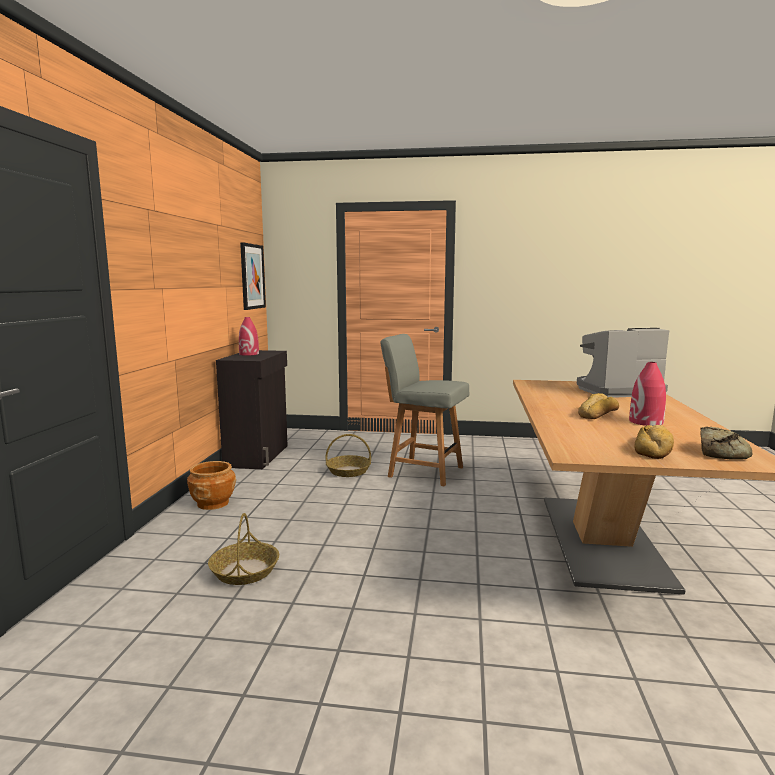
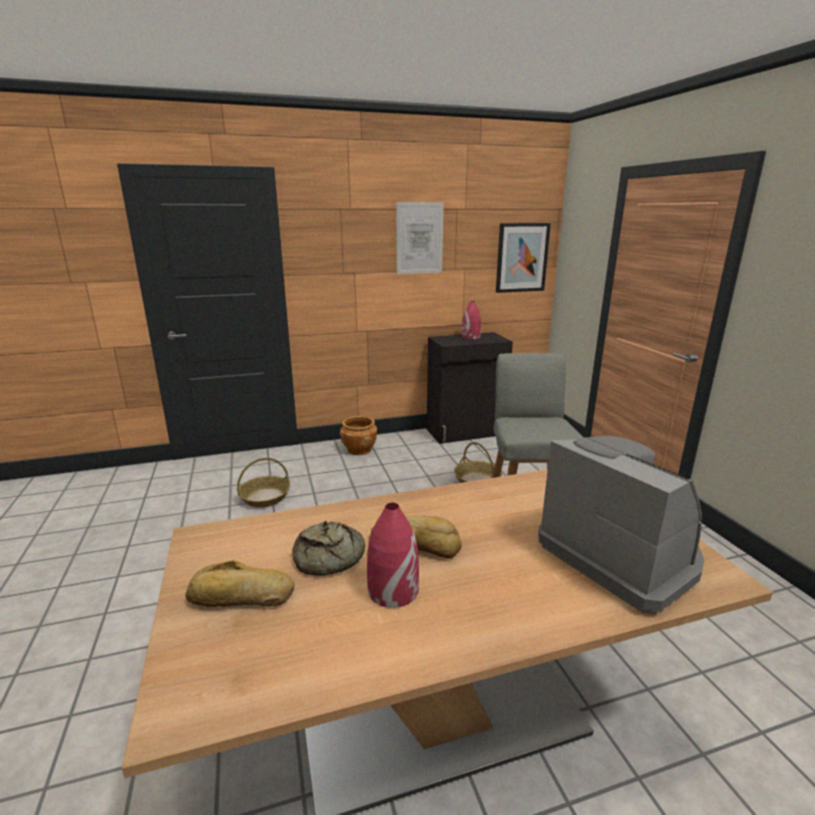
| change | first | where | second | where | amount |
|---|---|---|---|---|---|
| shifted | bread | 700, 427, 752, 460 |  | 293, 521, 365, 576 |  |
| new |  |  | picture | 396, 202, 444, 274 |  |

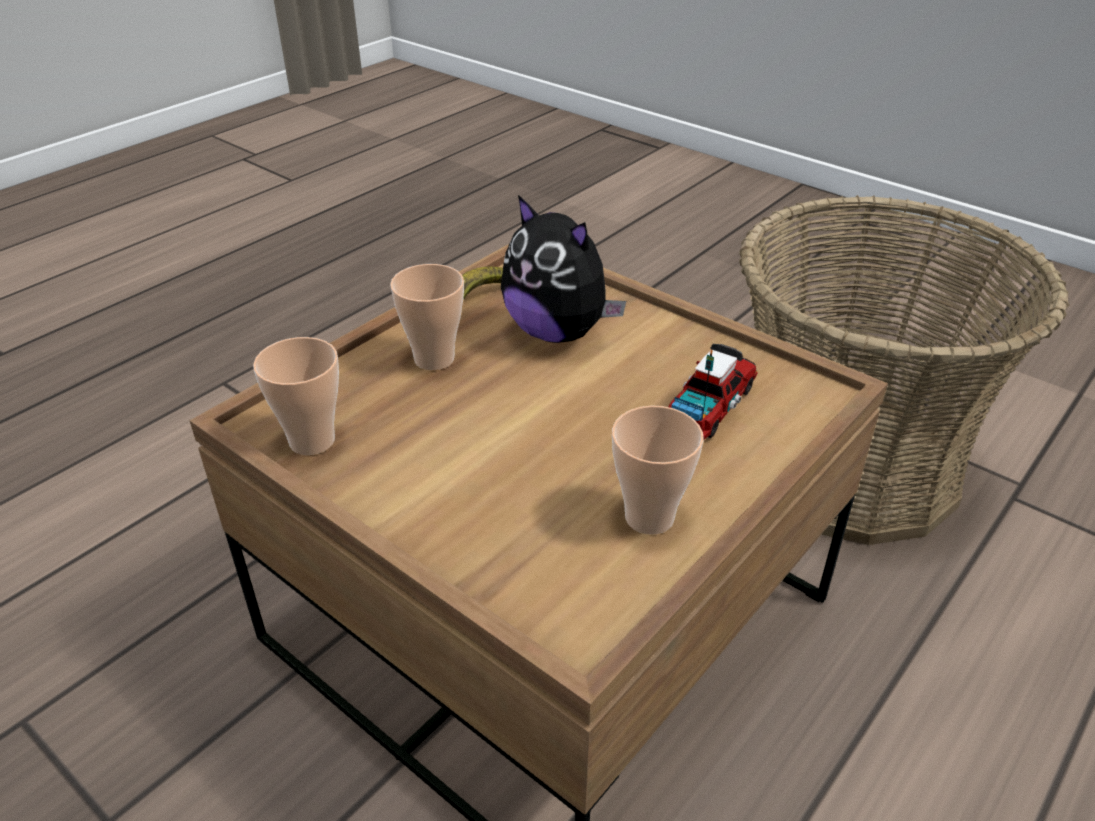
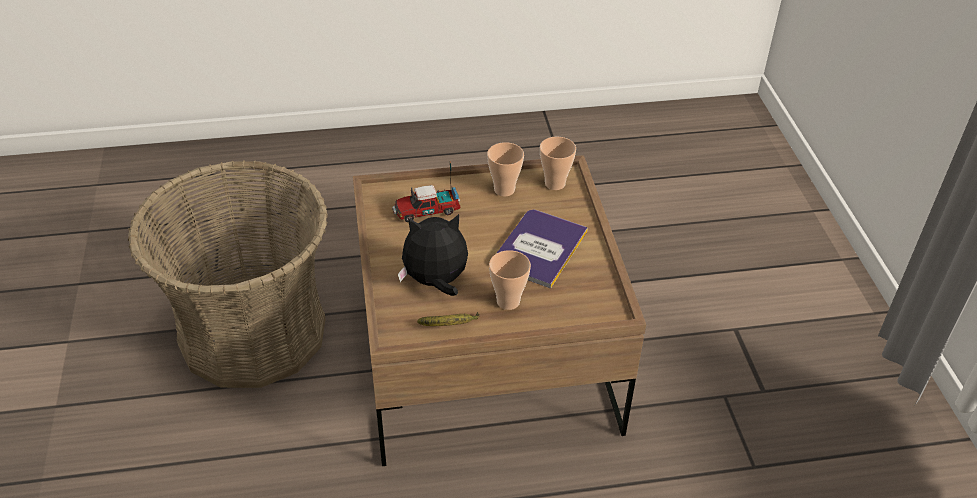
| change | first | where | second | where | amount |
|---|---|---|---|---|---|
| shifted | cup | 253, 337, 339, 455 |  | 540, 136, 576, 190 |  |
| rotated | plush toy | 501, 195, 626, 343 |  | 398, 214, 468, 296 | 90 degrees counterclockwise |
| new |  |  | book | 497, 210, 588, 289 |  |

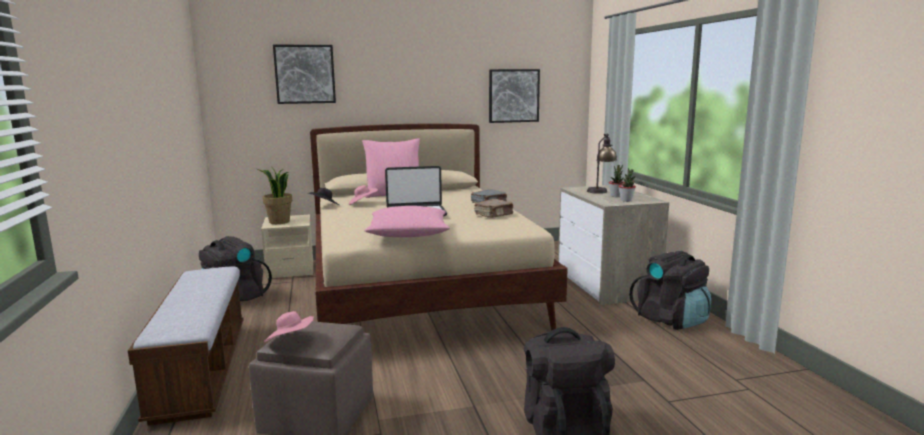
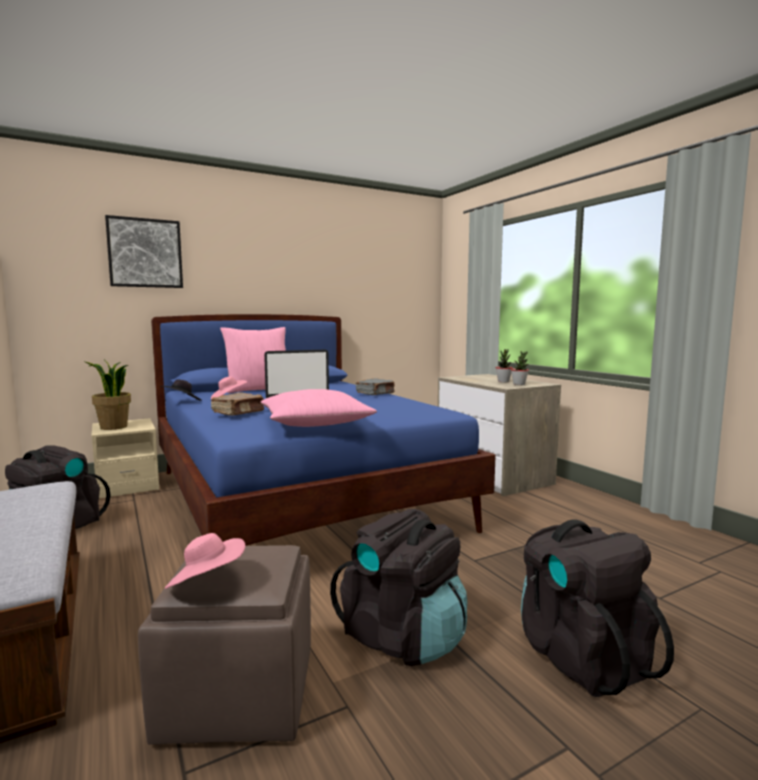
| change | first | where | second | where | amount |
|---|---|---|---|---|---|
| repainted | beige bed | 310, 124, 568, 331 | blue bed | 151, 314, 496, 546 |  |
| shifted | brown book | 474, 199, 513, 218 |  | 211, 392, 264, 416 |  |
| gone | picture | 489, 69, 540, 123 |  |  |  |
| gone | table lamp | 587, 133, 617, 194 |  |  |  |
| shifted | black backpack | 629, 251, 711, 330 |  | 330, 509, 467, 666 |  |

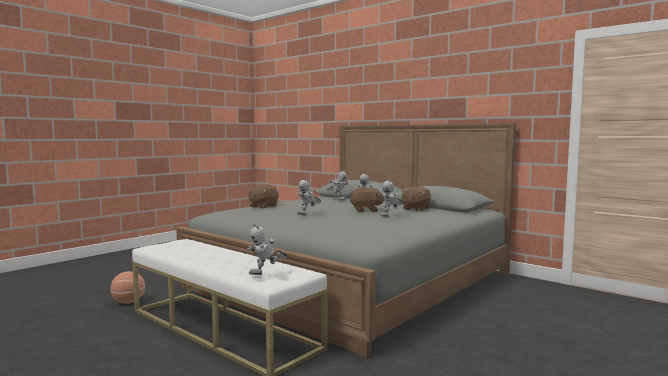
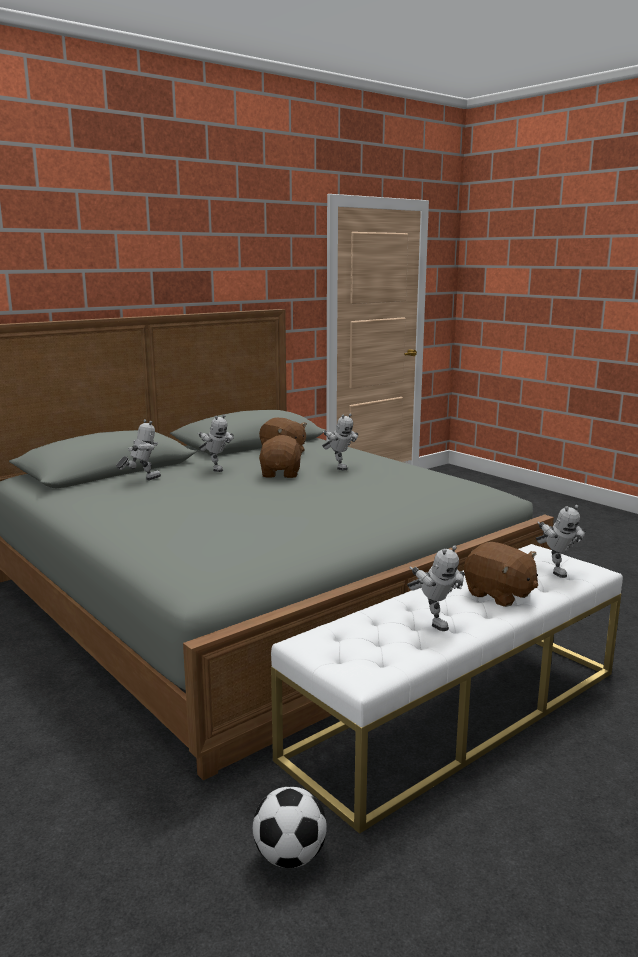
| change | first | where | second | where | amount |
|---|---|---|---|---|---|
| swapped | basketball | 111, 271, 145, 304 | football | 253, 787, 327, 868 |  |
| shifted | brown plush toy | 248, 185, 279, 209 |  | 464, 542, 538, 607 |  |
| shifted | toy robot | 297, 178, 321, 215 |  | 407, 545, 465, 631 |  |

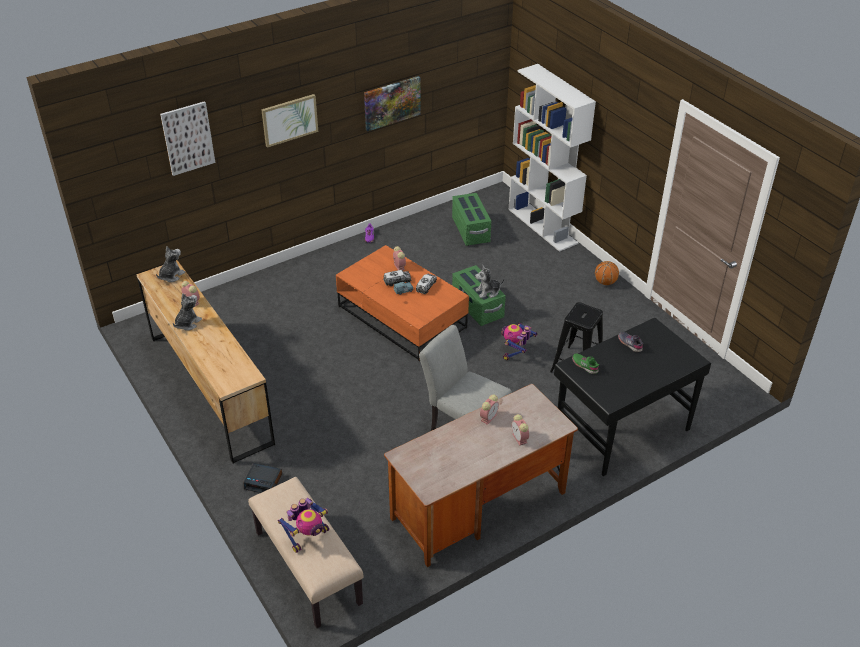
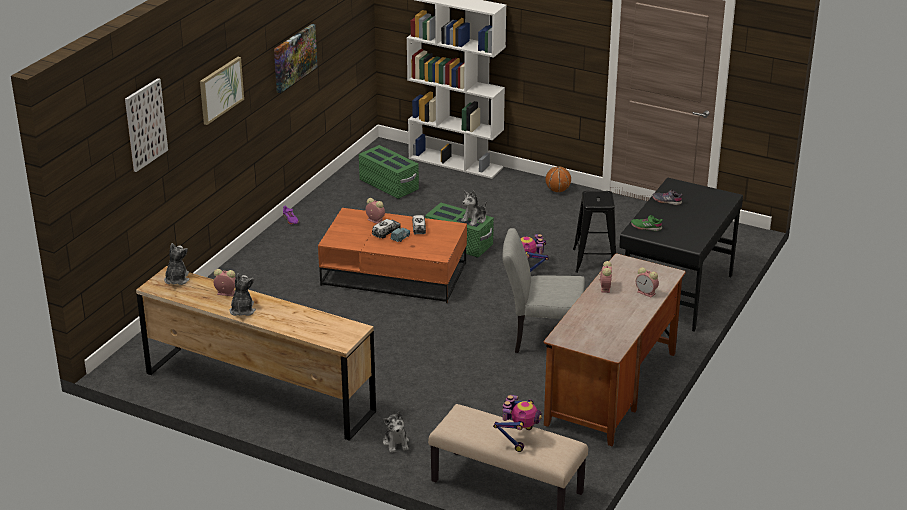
| change | first | where | second | where | amount |
|---|---|---|---|---|---|
| swapped | alarm clock | 244, 463, 282, 493 | plush toy | 383, 412, 409, 453 |  |

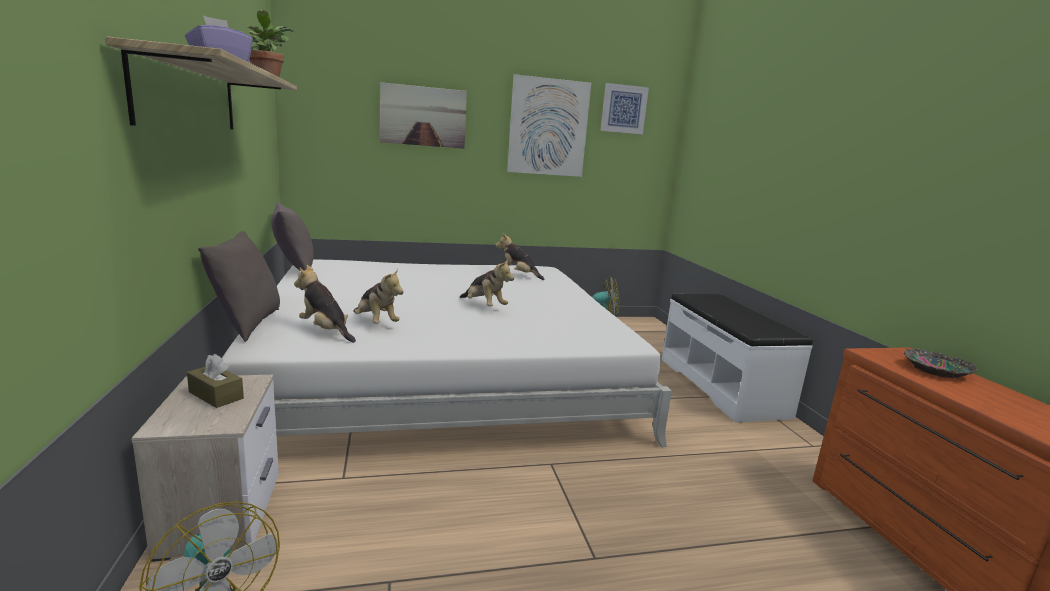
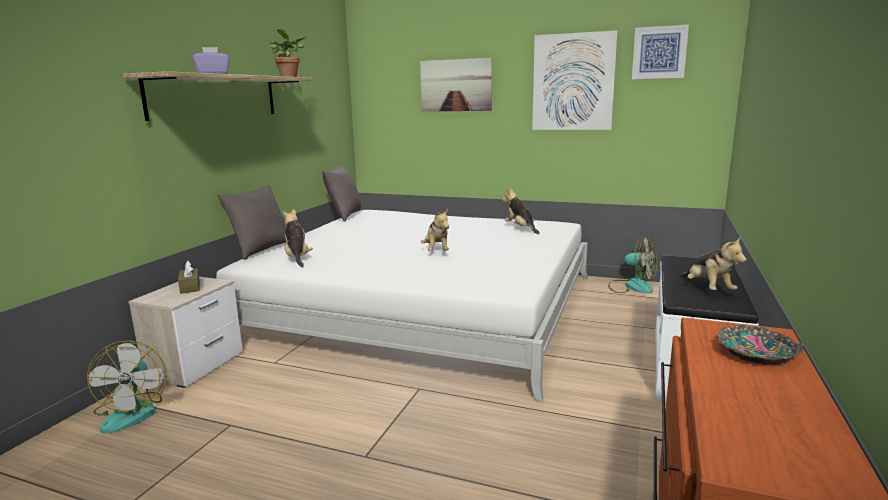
| change | first | where | second | where | amount |
|---|---|---|---|---|---|
| shifted | plush toy | 353, 268, 404, 324 |  | 681, 237, 747, 290 |  |

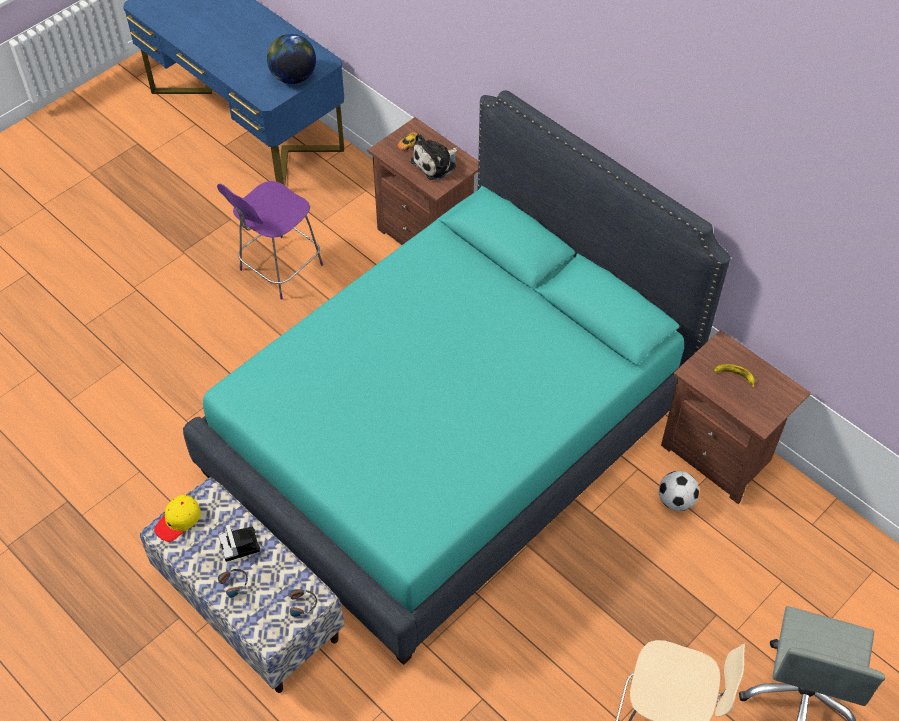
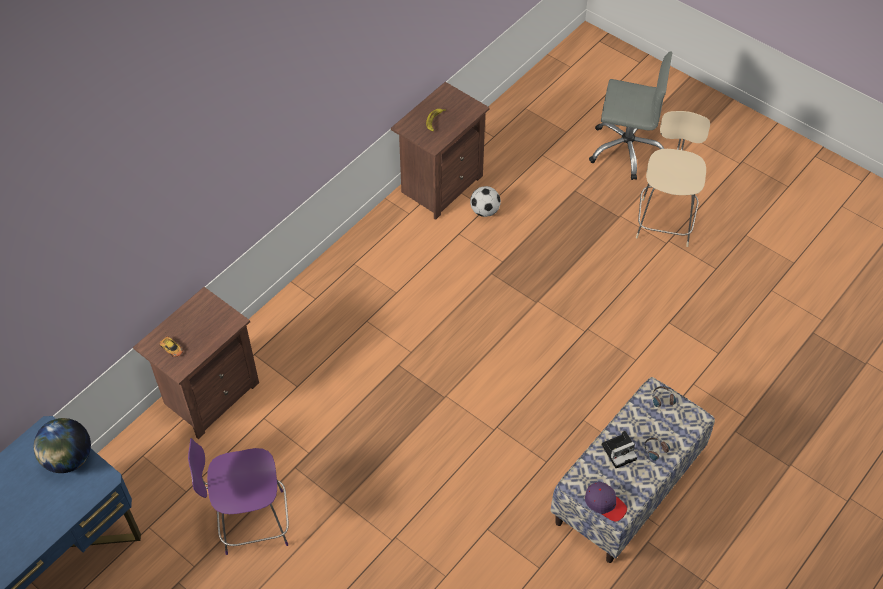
| change | first | where | second | where | amount |
|---|---|---|---|---|---|
| repainted | yellow cap | 154, 495, 201, 542 | purple cap | 585, 482, 627, 522 |  |
| gone | turquoise bed | 183, 90, 730, 665 |  |  |  |
| rotated | purple chair | 217, 181, 323, 300 |  | 188, 438, 289, 555 | 135 degrees clockwise |
| gone | plush toy | 411, 133, 458, 180 |  |  |  |

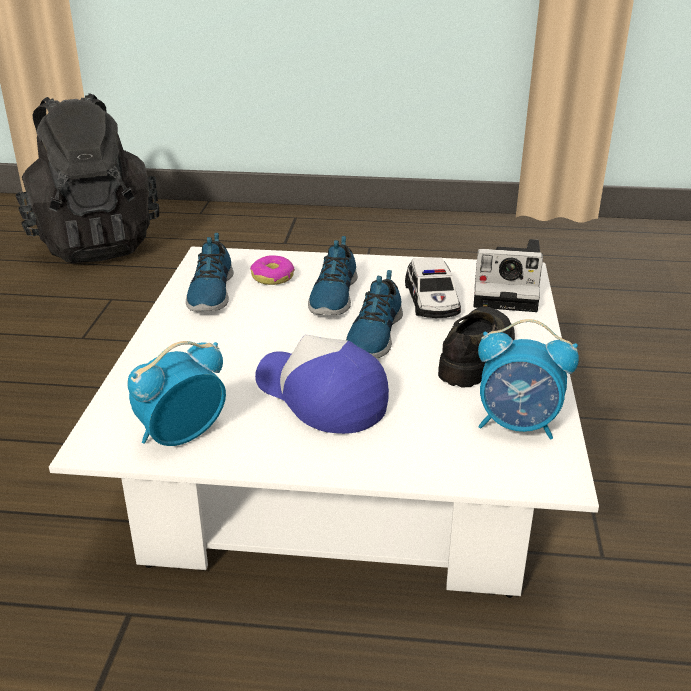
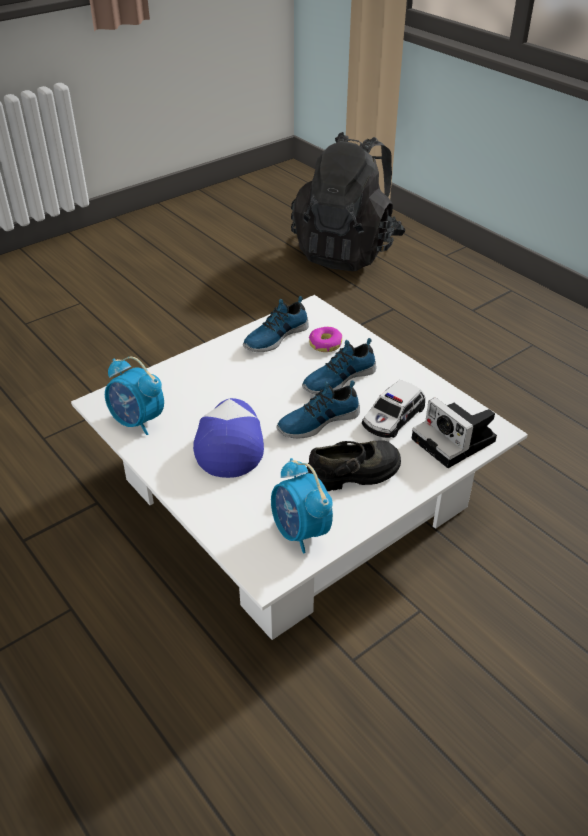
| change | first | where | second | where | amount |
|---|---|---|---|---|---|
| rotated | alarm clock | 127, 341, 226, 446 |  | 105, 357, 164, 435 | 150 degrees counterclockwise |

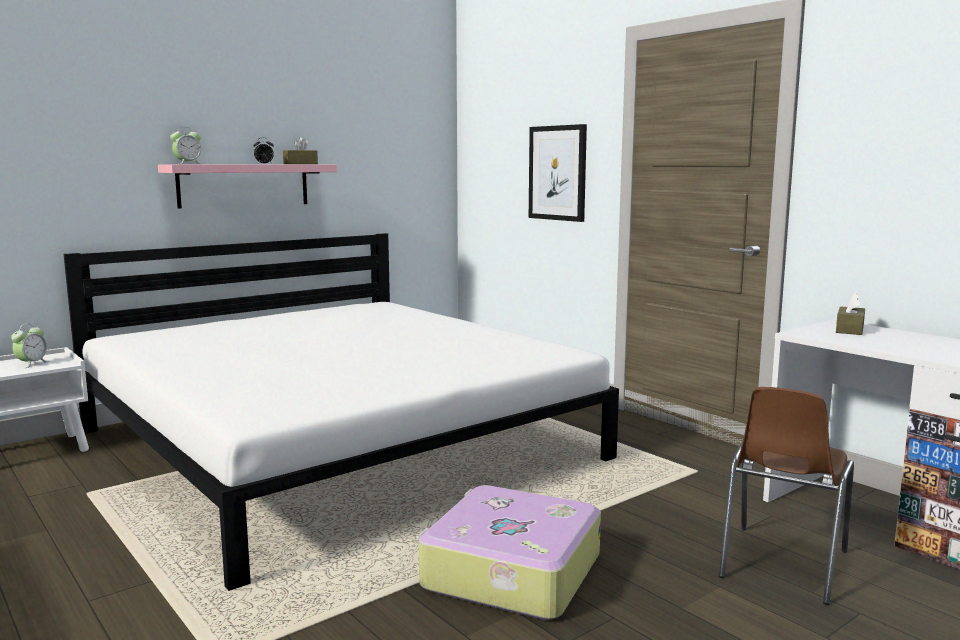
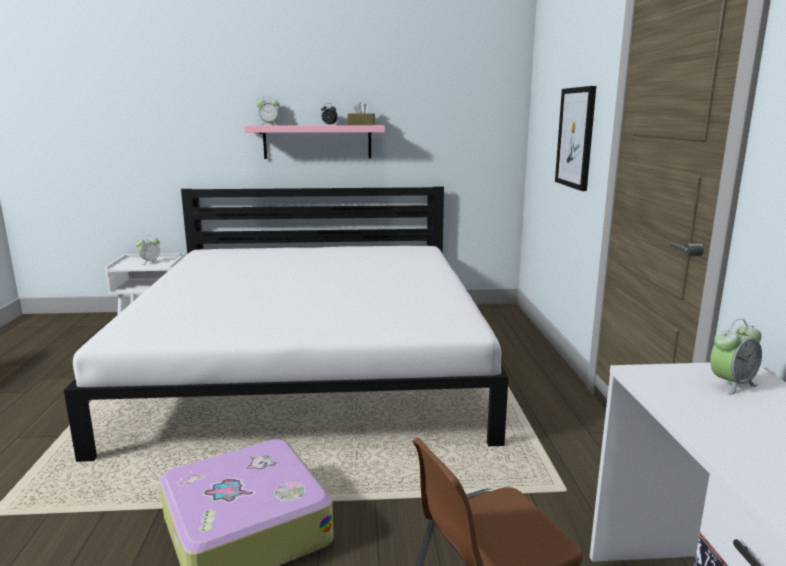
| change | first | where | second | where | amount |
|---|---|---|---|---|---|
| swapped | brown tissue box | 836, 293, 865, 335 | alarm clock | 710, 319, 762, 395 |  |

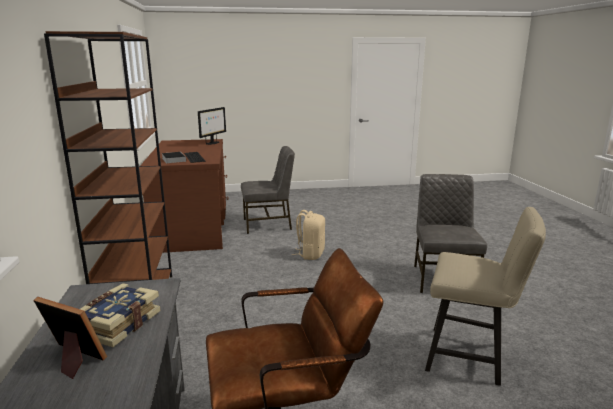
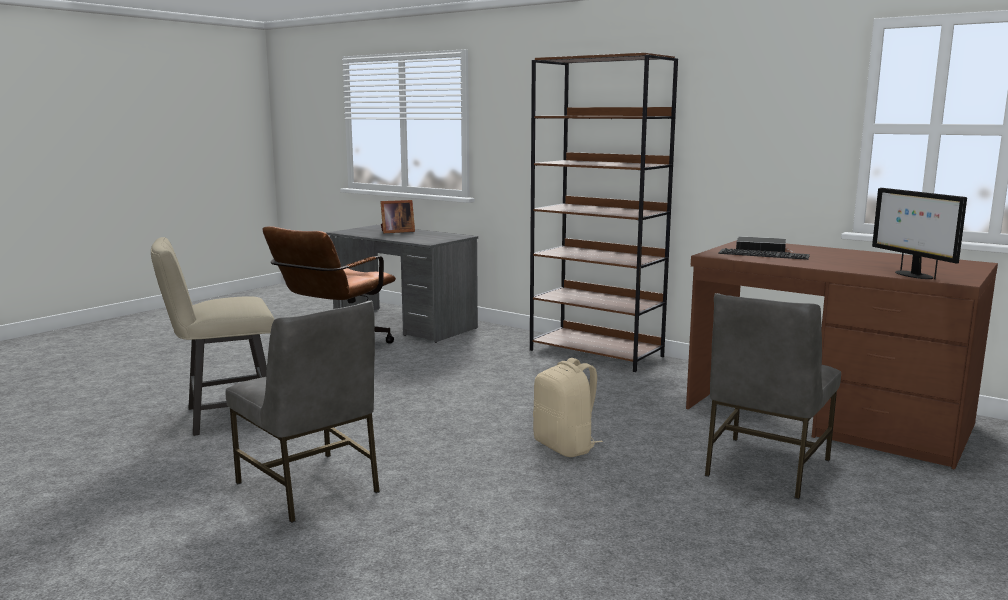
| change | first | where | second | where | amount |
|---|---|---|---|---|---|
| gone | book | 80, 283, 160, 347 |  |  |  |

